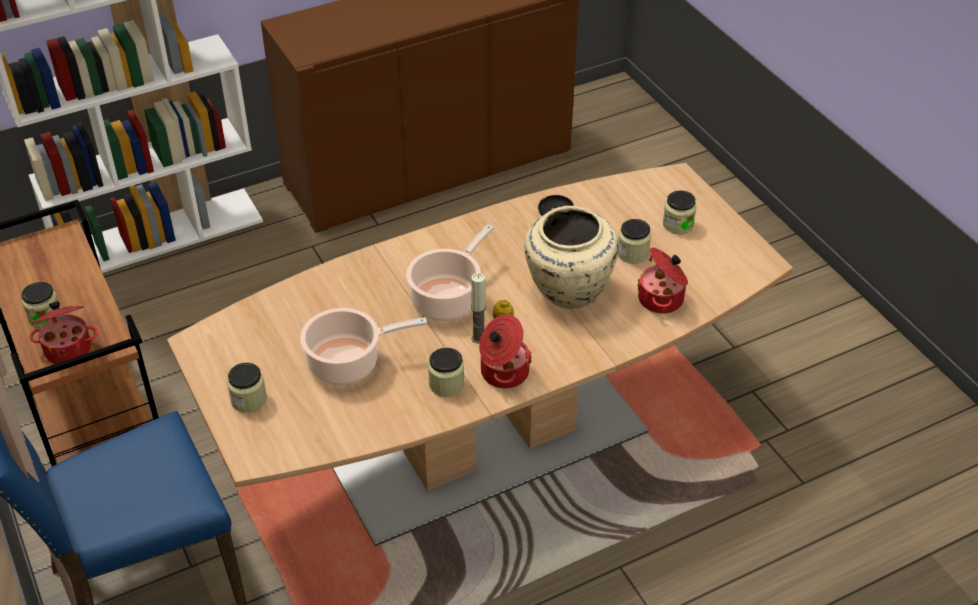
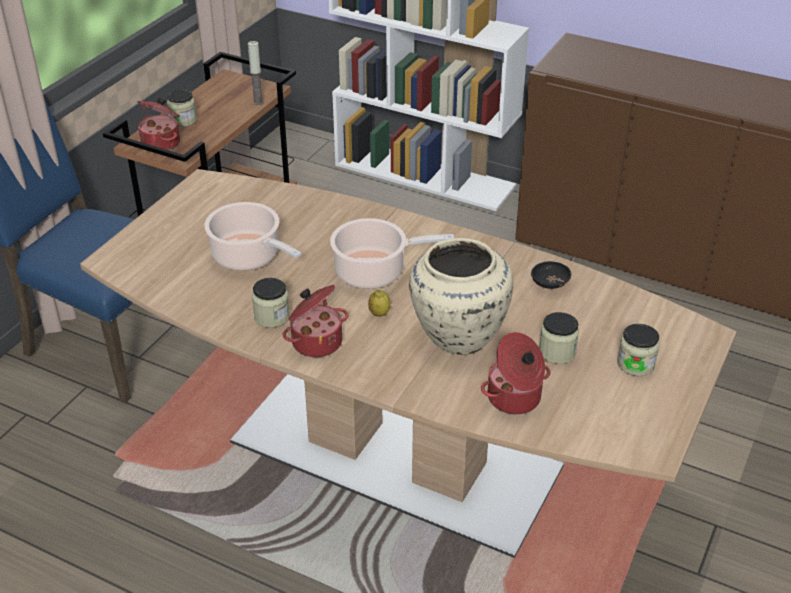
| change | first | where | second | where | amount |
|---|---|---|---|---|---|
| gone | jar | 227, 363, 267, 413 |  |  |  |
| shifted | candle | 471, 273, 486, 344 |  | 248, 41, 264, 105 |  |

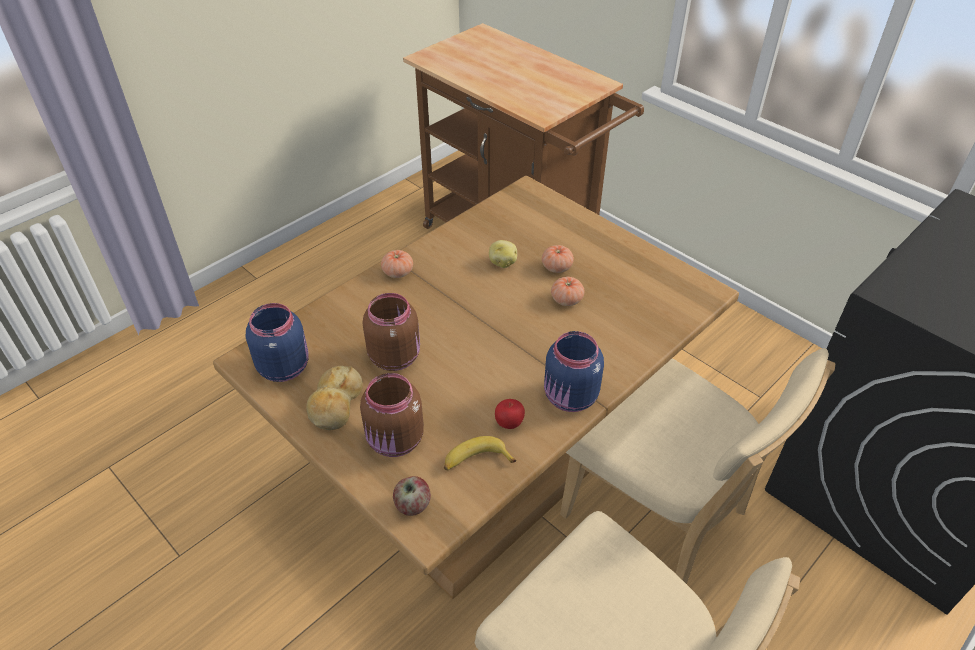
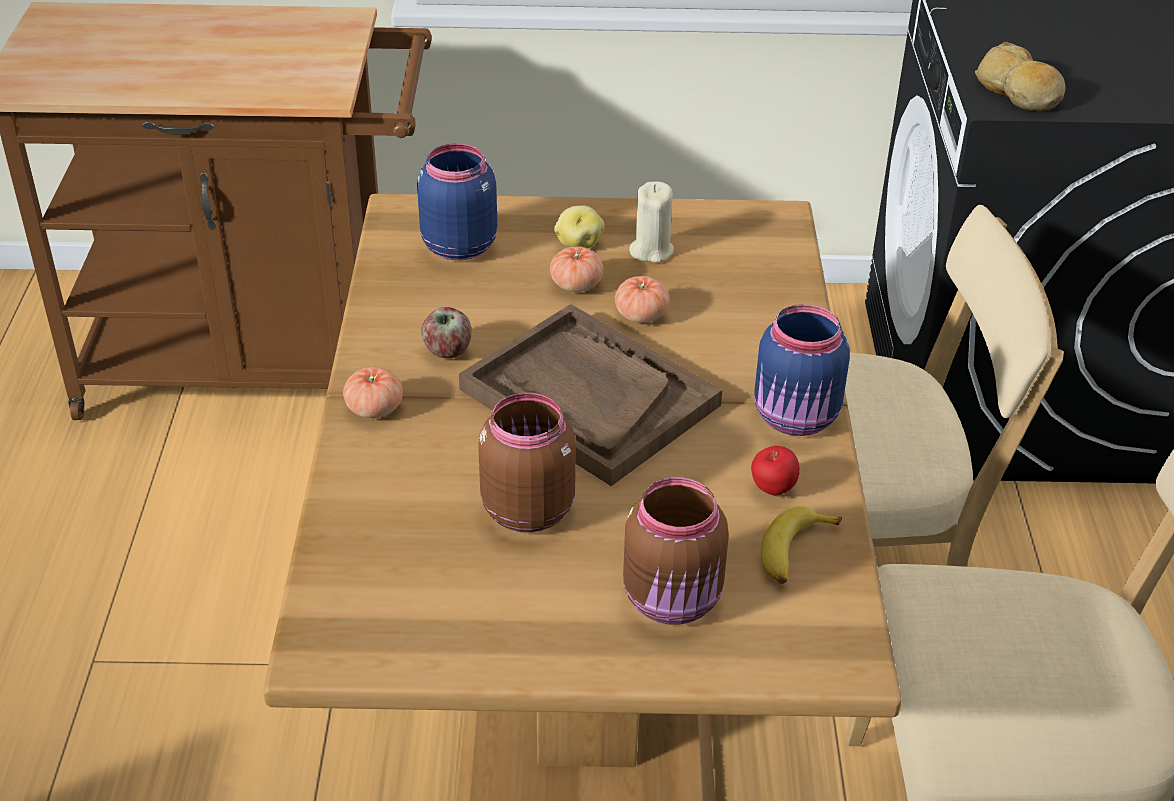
| change | first | where | second | where | amount |
|---|---|---|---|---|---|
| shifted | blue jar | 246, 303, 309, 382 |  | 417, 143, 497, 260 |  |
| shifted | bread | 306, 366, 363, 430 |  | 975, 42, 1065, 111 |  |
| shifted | apple | 393, 476, 431, 516 |  | 421, 307, 472, 358 |  |
| shifted | potato | 489, 240, 517, 268 |  | 554, 205, 604, 248 |  |
| new |  |  | brown tray | 459, 304, 722, 486 |  |
| new |  |  | beige candle | 630, 182, 674, 263 |  |

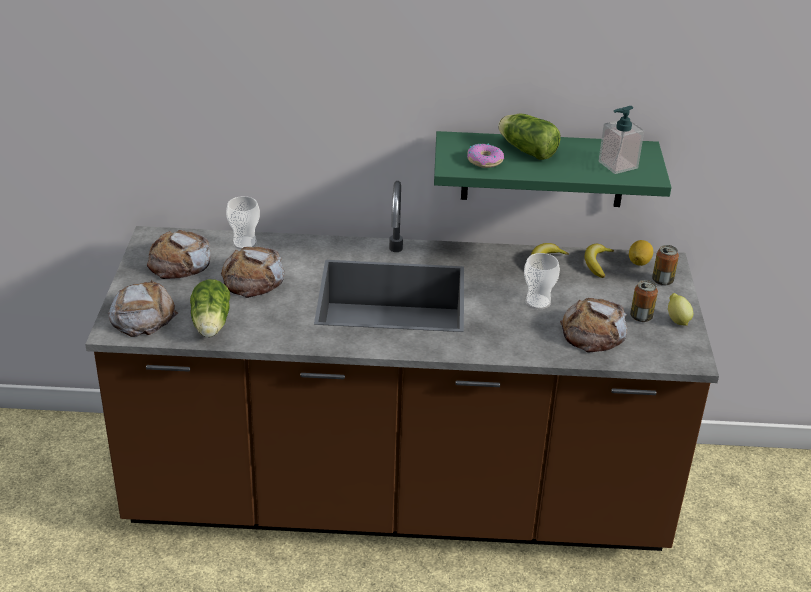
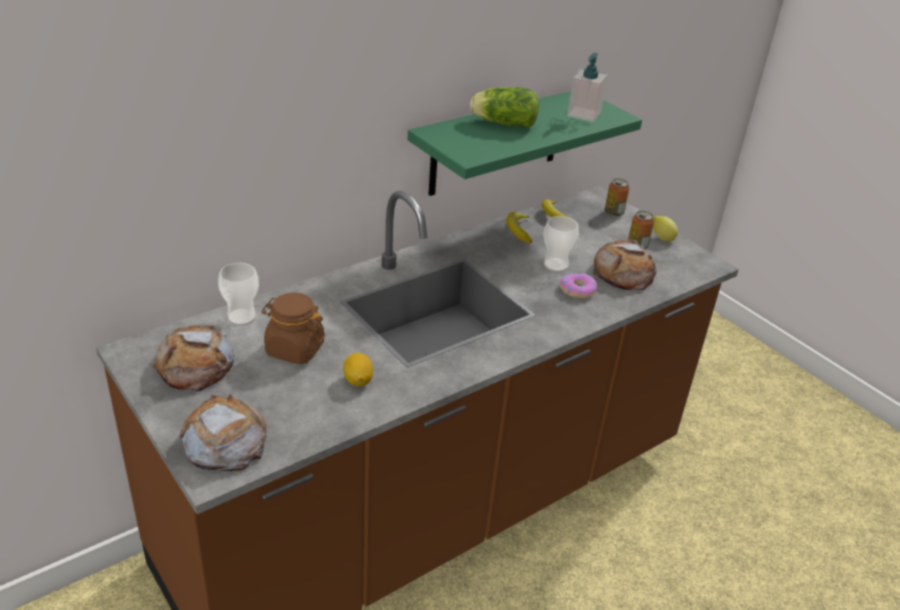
| change | first | where | second | where | amount |
|---|---|---|---|---|---|
| gone | lettuce | 190, 279, 230, 337 |  |  |  |
| swapped | bread | 221, 246, 284, 298 | brown jar | 262, 292, 325, 364 |  |
| shifted | donut | 467, 144, 504, 168 |  | 560, 273, 597, 298 |  |
| shifted | lemon | 629, 240, 653, 266 |  | 343, 353, 373, 387 |  |

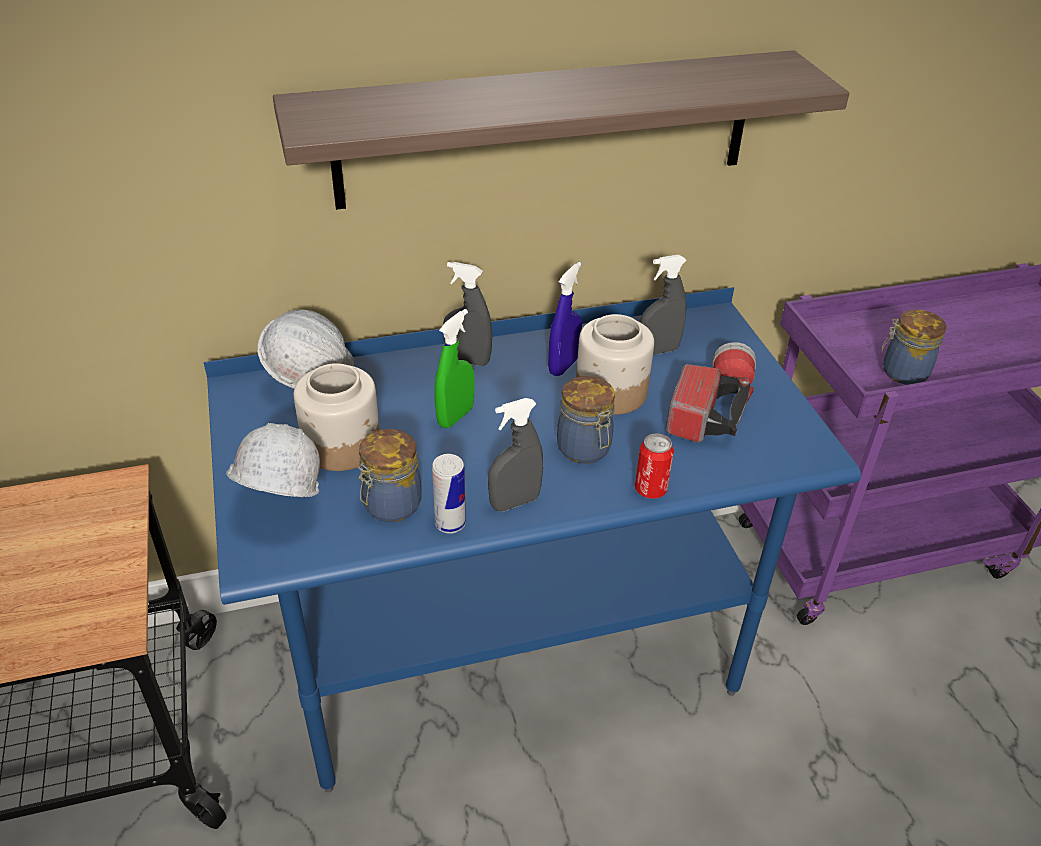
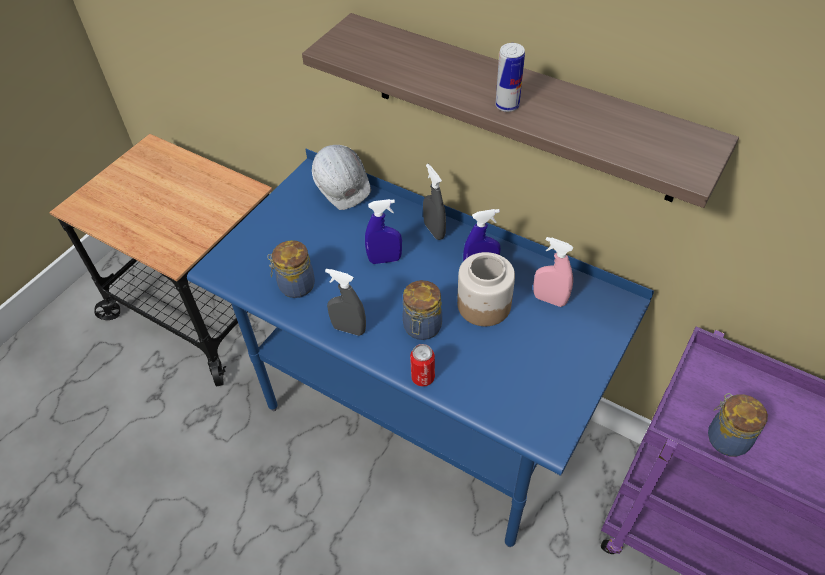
| change | first | where | second | where | amount |
|---|---|---|---|---|---|
| gone | white hard hat | 226, 423, 320, 497 |  |  |  |
| gone | jar | 294, 363, 380, 471 |  |  |  |
| shifted | can | 432, 454, 466, 533 |  | 495, 43, 525, 112 |  |
| repainted | green spray bottle | 434, 309, 475, 428 | blue spray bottle | 365, 199, 402, 264 |  |
| repainted | grey spray bottle | 640, 254, 687, 355 | pink spray bottle | 533, 237, 574, 307 |  |
| gone | flashlight | 666, 342, 756, 443 |  |  |  |

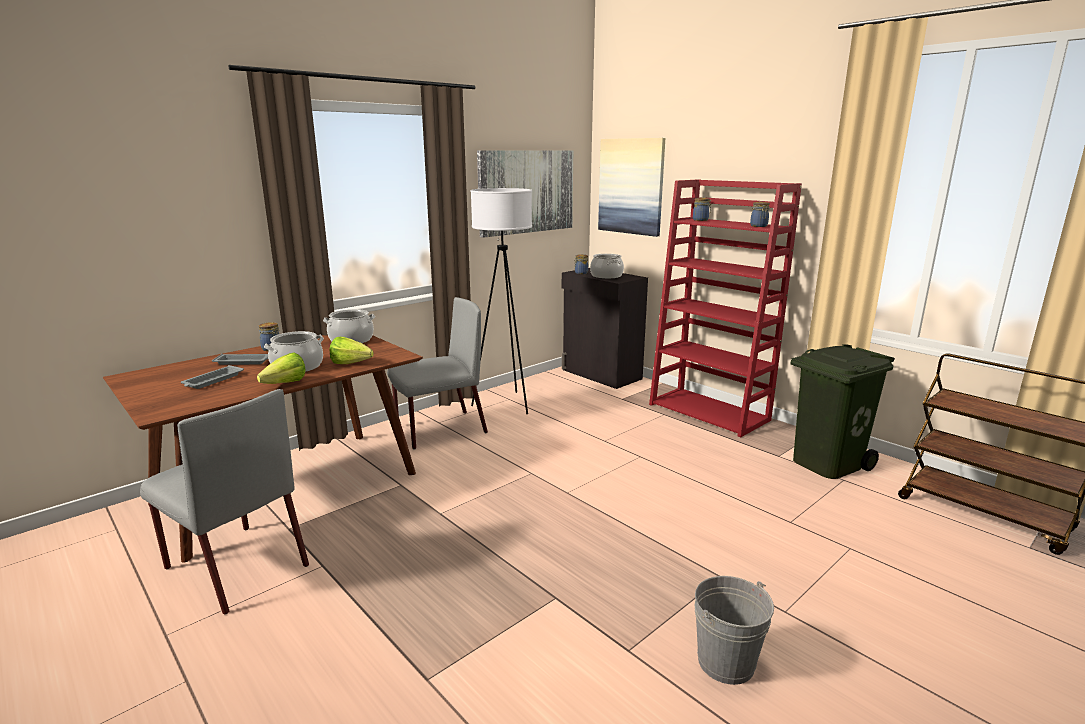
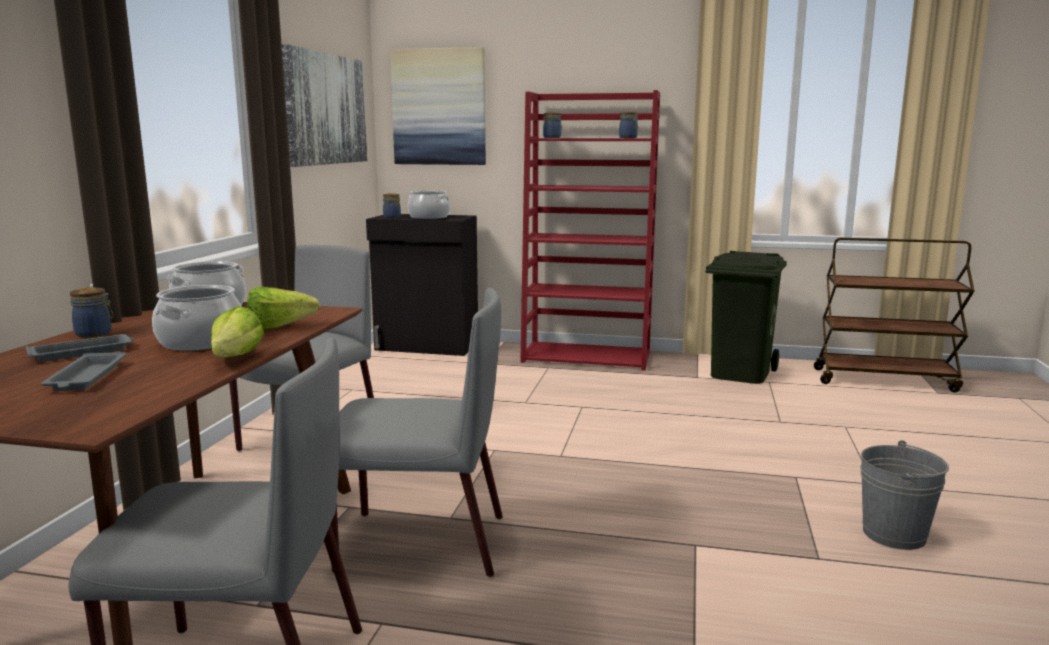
| change | first | where | second | where | amount |
|---|---|---|---|---|---|
| gone | white floor lamp | 471, 188, 532, 414 |  |  |  |
| new |  |  | grey chair | 331, 288, 503, 577 |  |

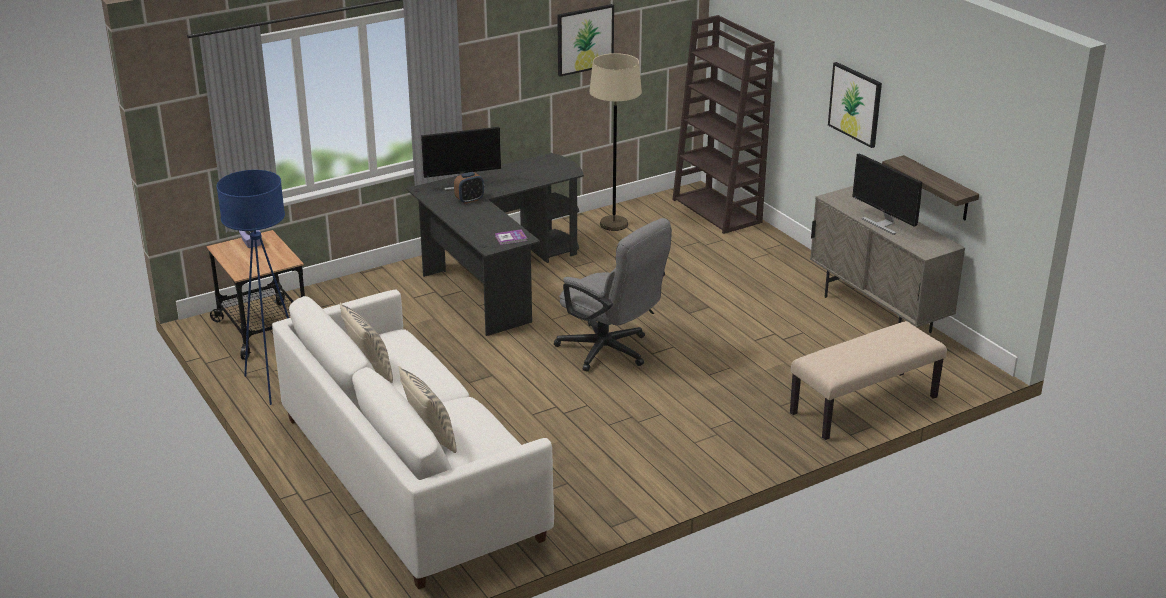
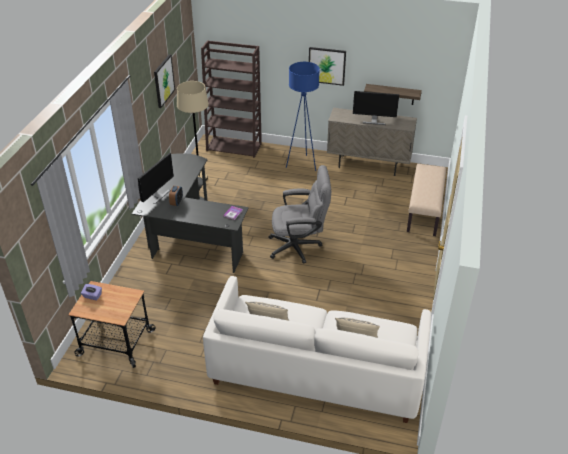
| change | first | where | second | where | amount |
|---|---|---|---|---|---|
| shifted | blue floor lamp | 216, 170, 289, 405 |  | 286, 62, 320, 171 |  |

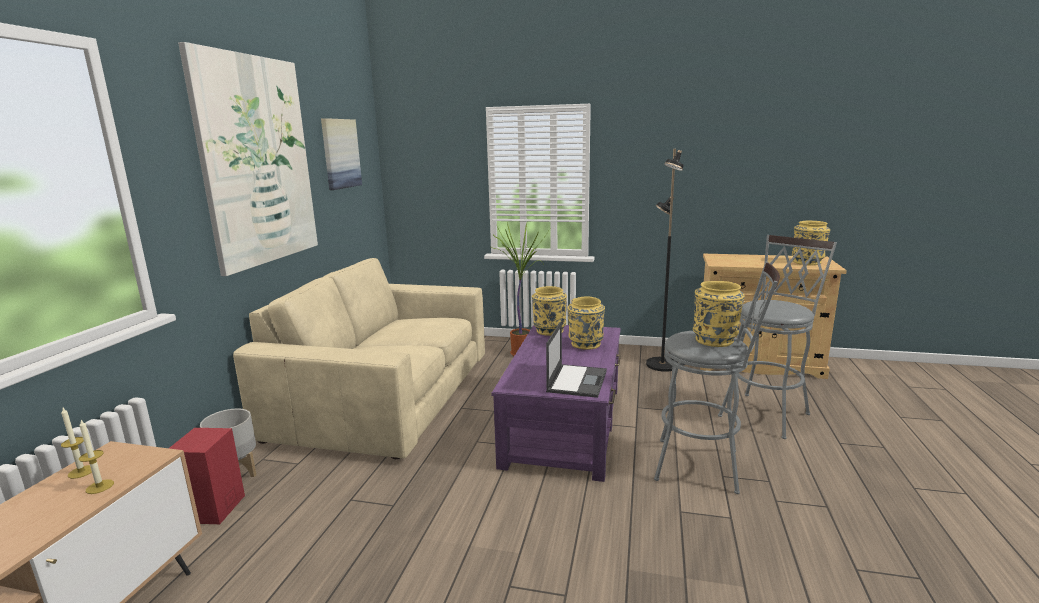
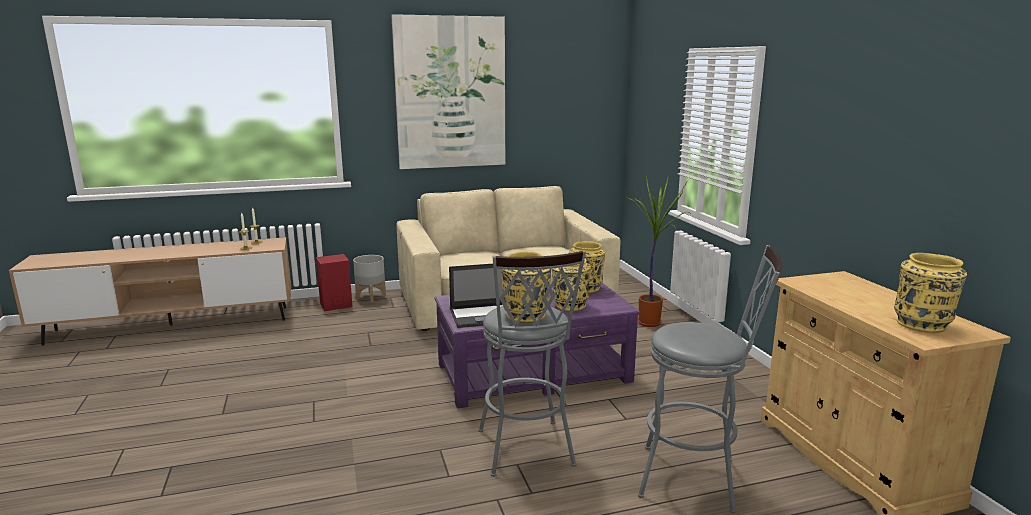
| change | first | where | second | where | amount |
|---|---|---|---|---|---|
| gone | picture | 321, 118, 362, 190 |  |  |  |
| gone | black floor lamp | 646, 149, 684, 372 |  |  |  |

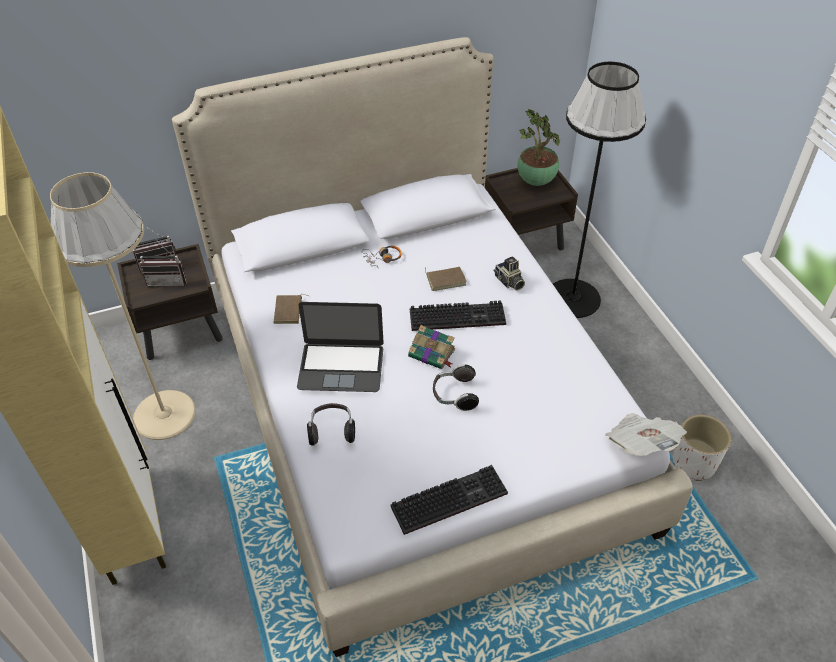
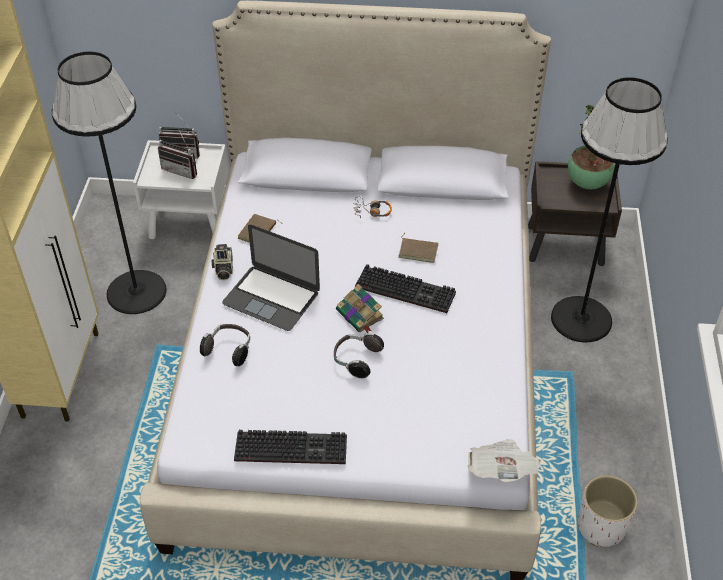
| change | first | where | second | where | amount |
|---|---|---|---|---|---|
| repainted | beige floor lamp | 50, 172, 196, 440 | black floor lamp | 52, 52, 167, 314 |  |
| repainted | brown nightstand | 117, 244, 223, 360 | white nightstand | 133, 140, 229, 239 |  |
| shifted | photo camera | 494, 256, 525, 291 |  | 212, 244, 233, 280 |  |

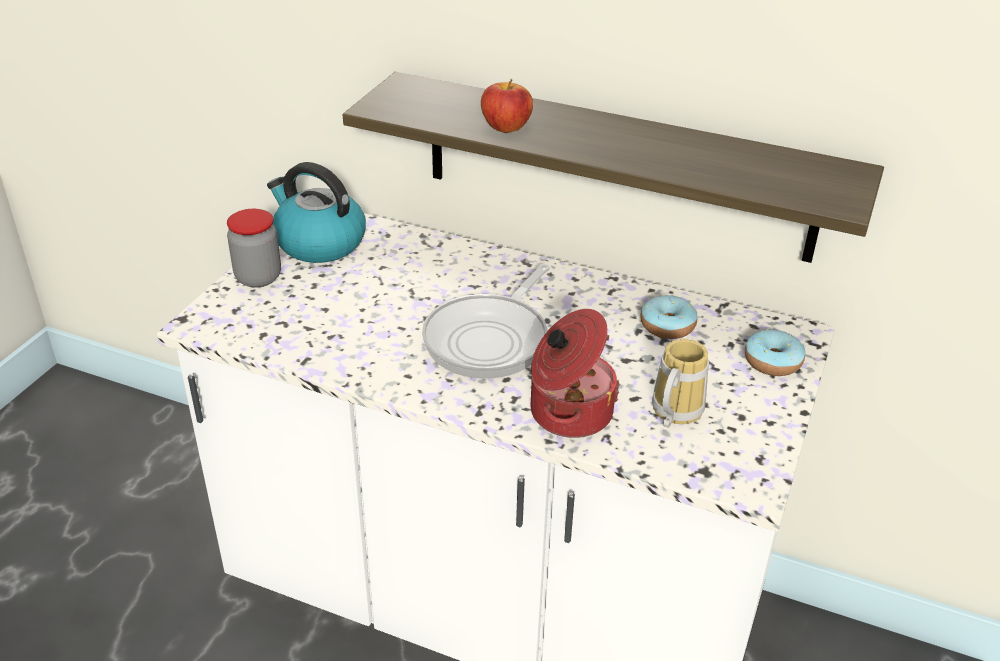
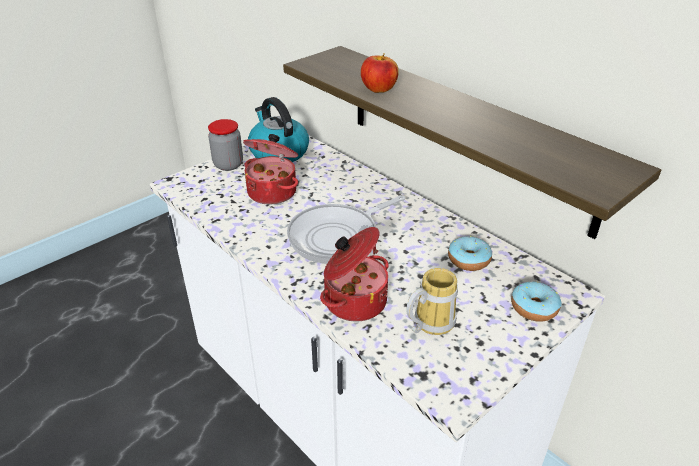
| change | first | where | second | where | amount |
|---|---|---|---|---|---|
| new |  |  | cooking pot | 243, 134, 299, 204 |  |

